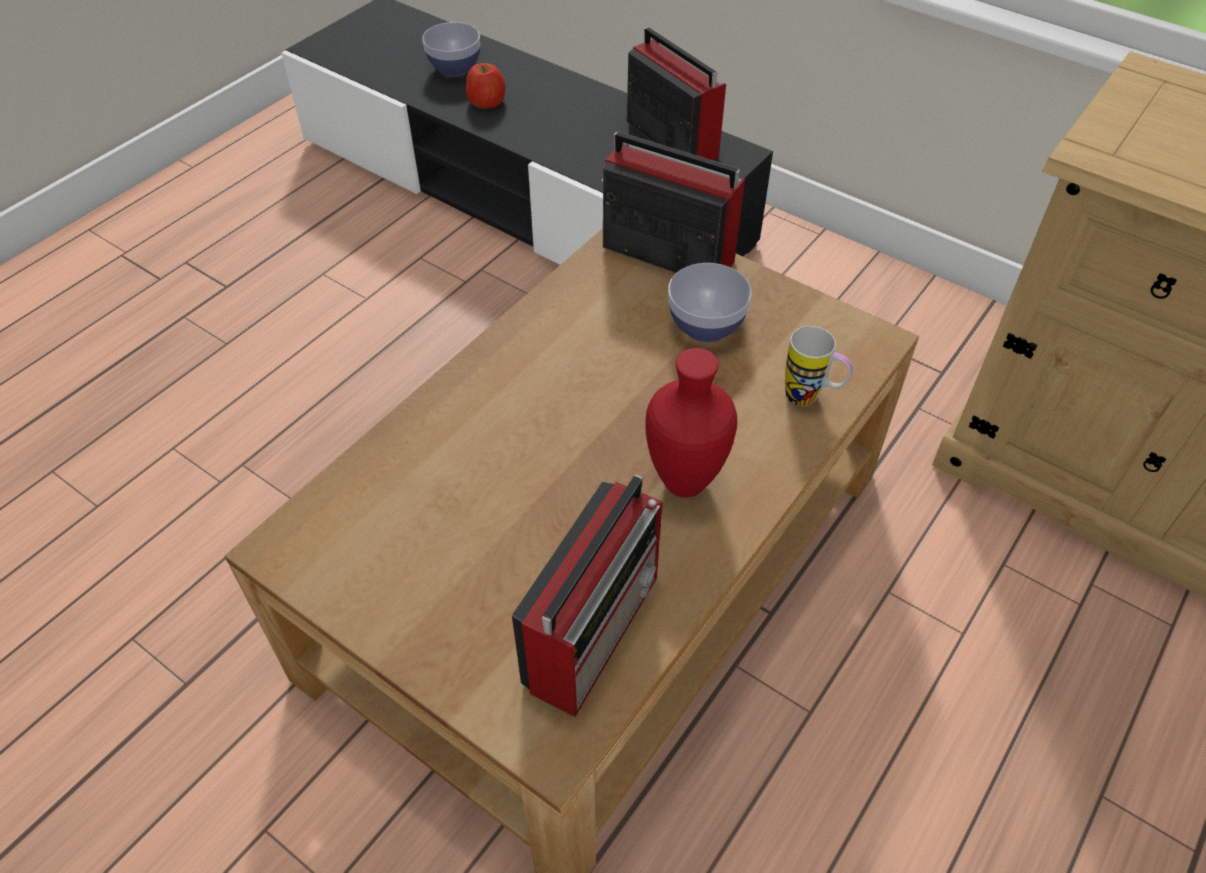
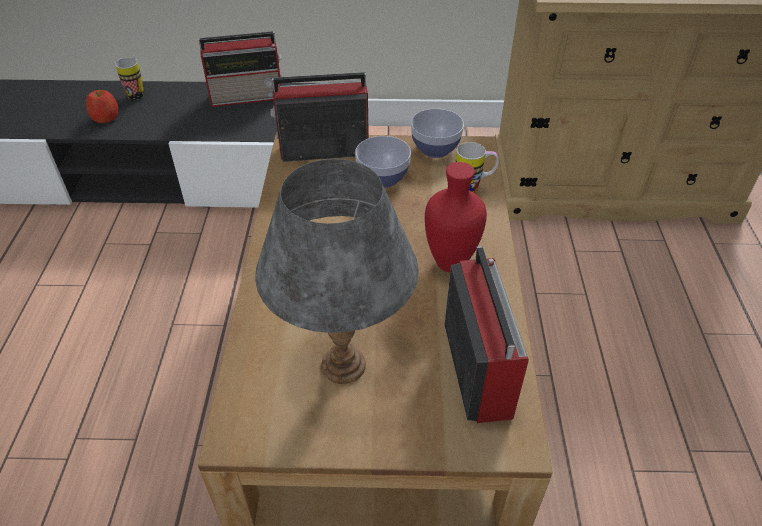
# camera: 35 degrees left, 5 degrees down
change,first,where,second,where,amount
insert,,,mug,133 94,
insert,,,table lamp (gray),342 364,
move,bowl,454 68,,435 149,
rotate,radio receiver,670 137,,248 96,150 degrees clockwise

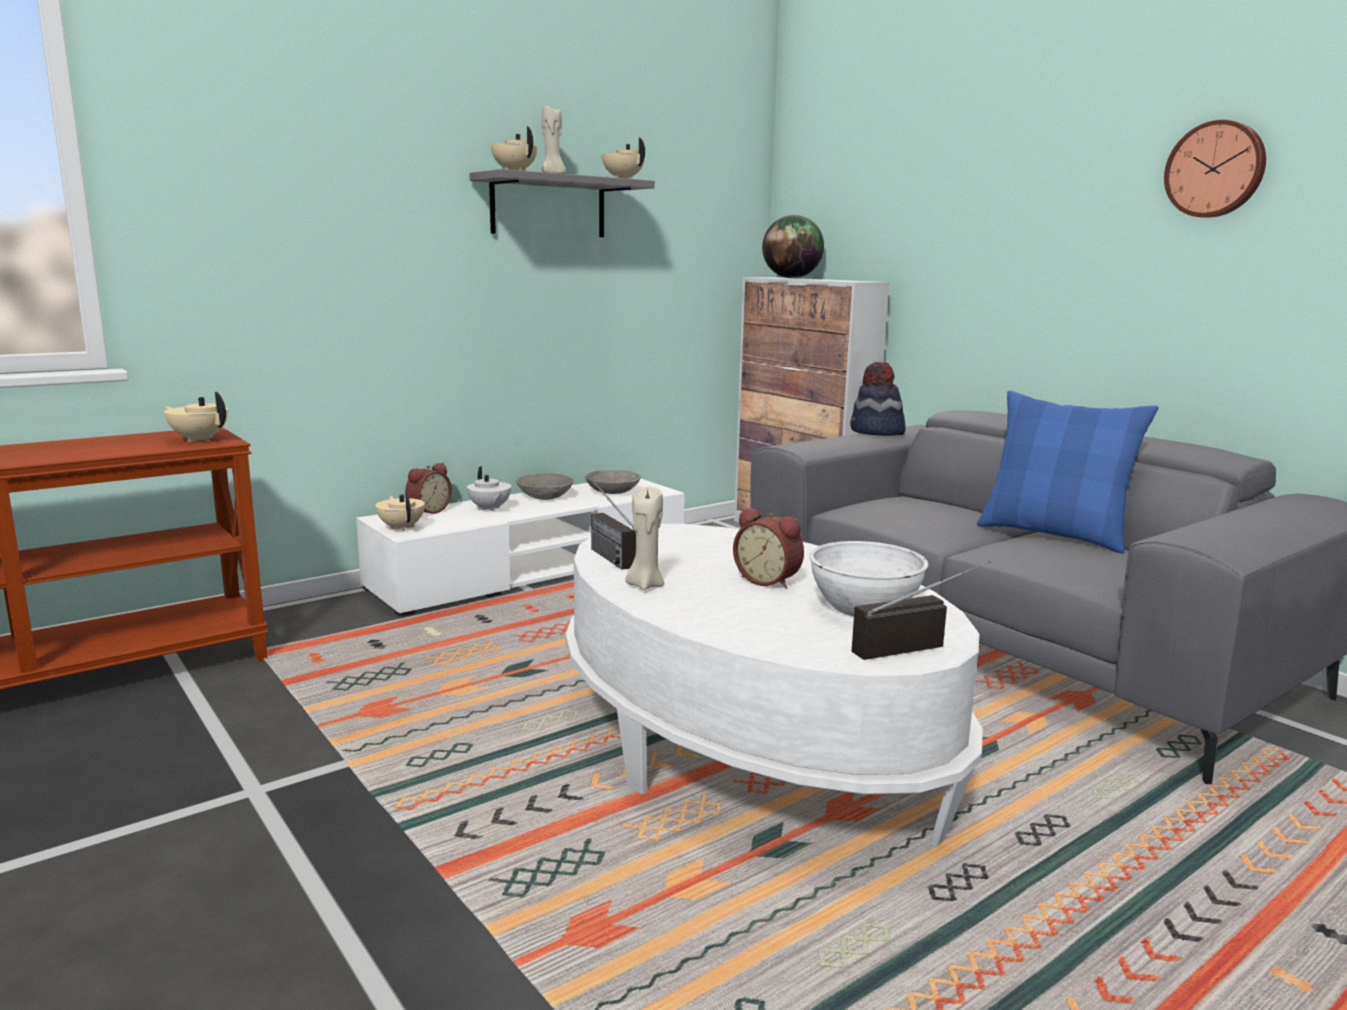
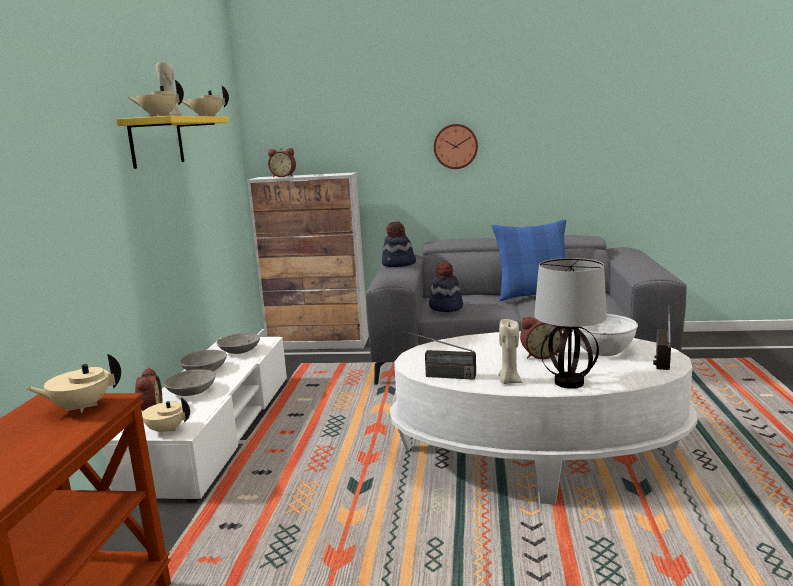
# camera: 45 degrees left, 0 degrees up
change,first,where,second,where,amount
insert,,,hat,445 307,
insert,,,table lamp,568 382,
move,clock on the wall,1216 169,,455 146,
replace,teapot (white),489 509,bowl (gray),191 392,
replace,desk globe,791 278,table clock,284 176,
recolor,shelf (gray),548 207,shelf (yellow),157 142,

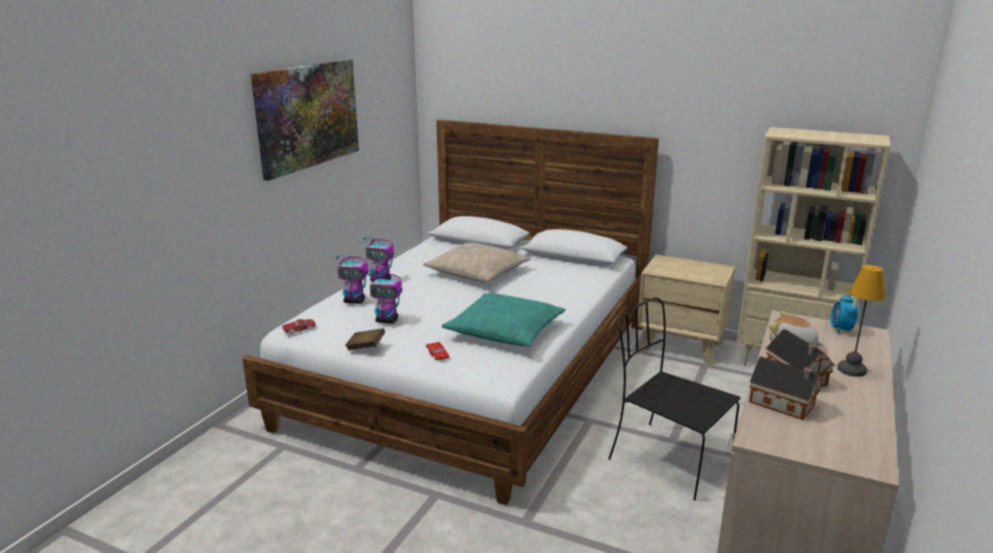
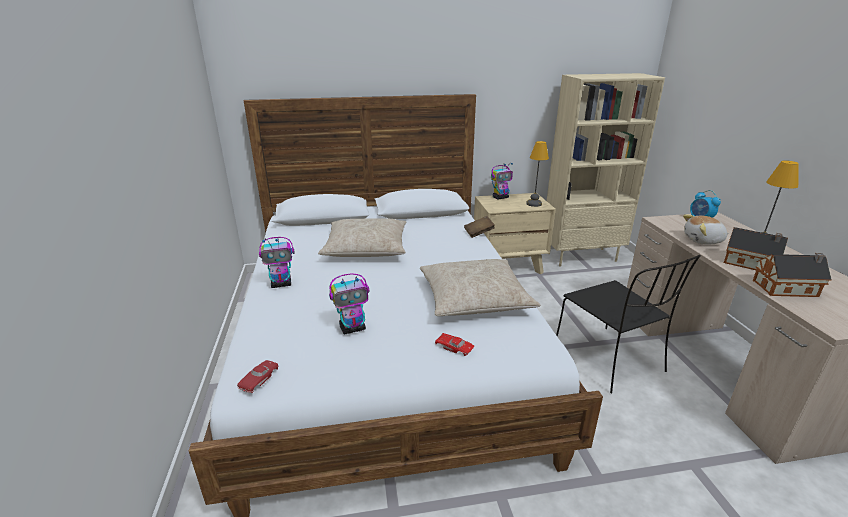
# camera: 35 degrees left, 5 degrees up
change,first,where,second,where,amount
delete,wall picture,308 116,,,
insert,,,table lamp,533 203,
move,model robot,355 301,,500 197,
move,volume (brown-coloured),365 347,,479 233,
recolor,throw pillow (turquoise),504 331,throw pillow (sand-coloured),474 298,
rotate,chair (blackish),667 458,,610 360,120 degrees counterclockwise

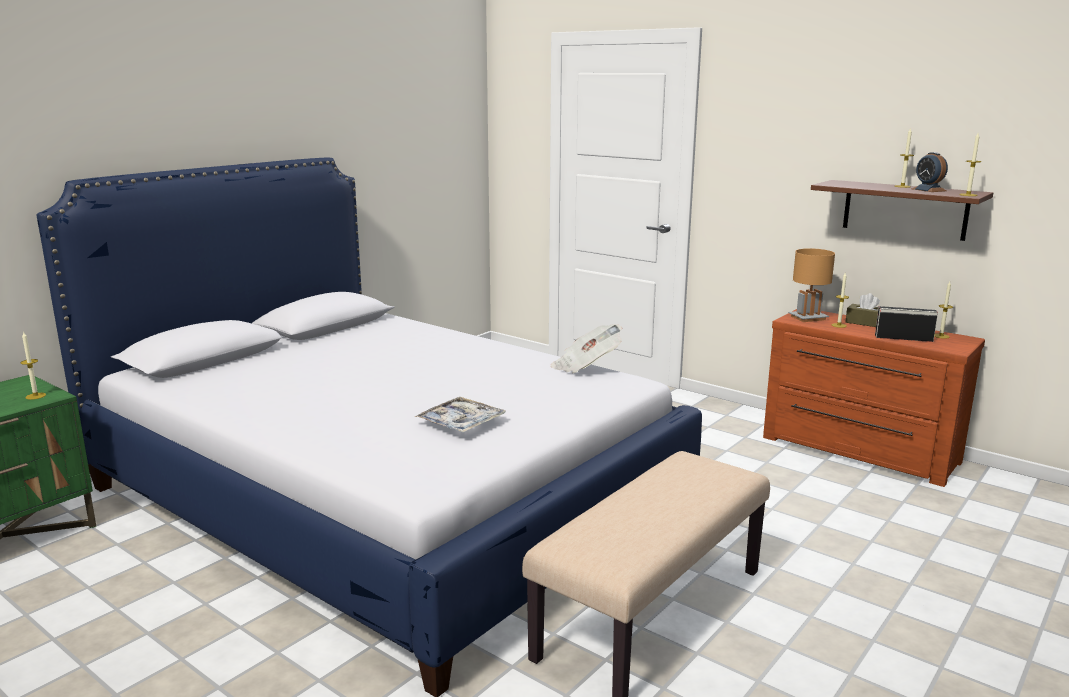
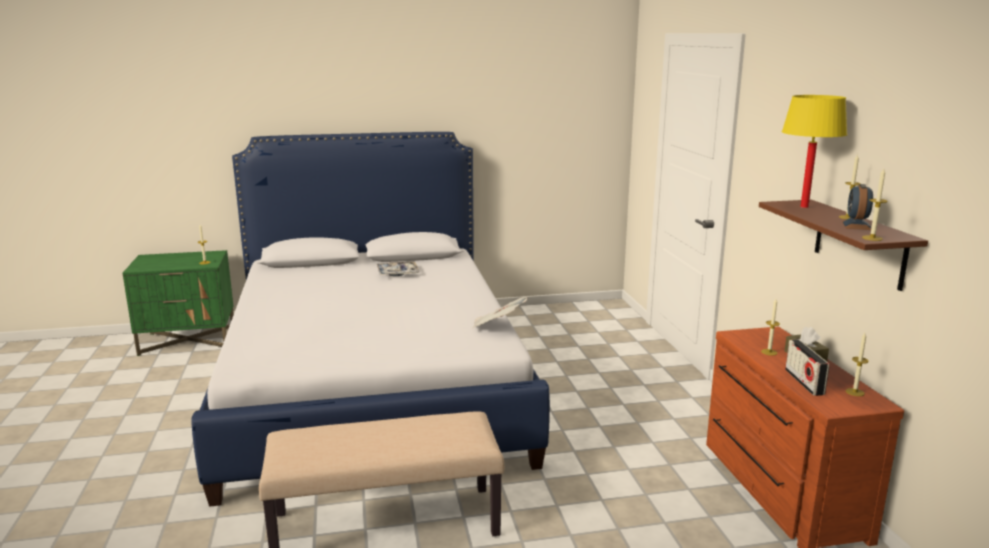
# camera: 40 degrees right, 0 degrees up
change,first,where,second,where,amount
delete,table lamp (brown-coloured),808 318,,,
insert,,,table lamp (yellow),804 207,
move,carrying tray,461 423,,397 273,
rotate,radio receiver,903 338,,804 382,150 degrees counterclockwise

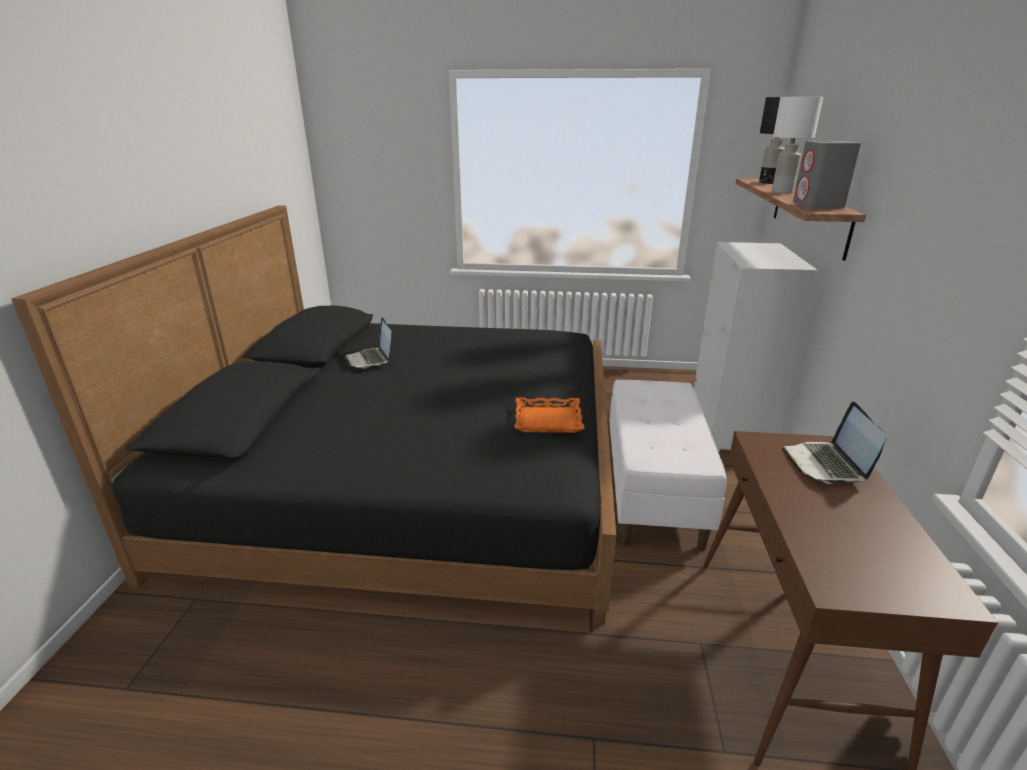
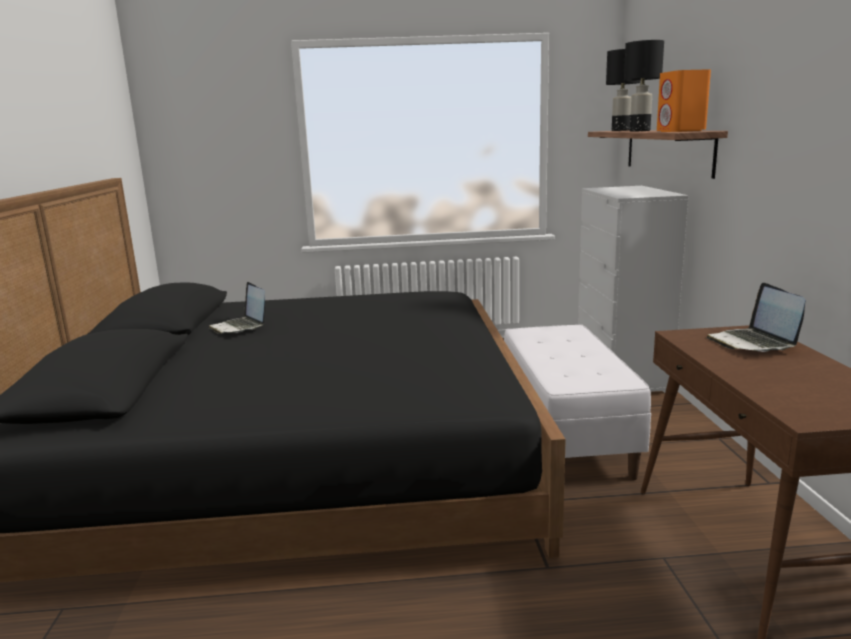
# camera: 10 degrees left, 10 degrees down
change,first,where,second,where,amount
delete,carrying tray (orangey),548 419,,,
recolor,table lamp (white),782 192,table lamp (blackish),639 131,
recolor,speaker (gray),818 205,speaker (orangey),681 131,

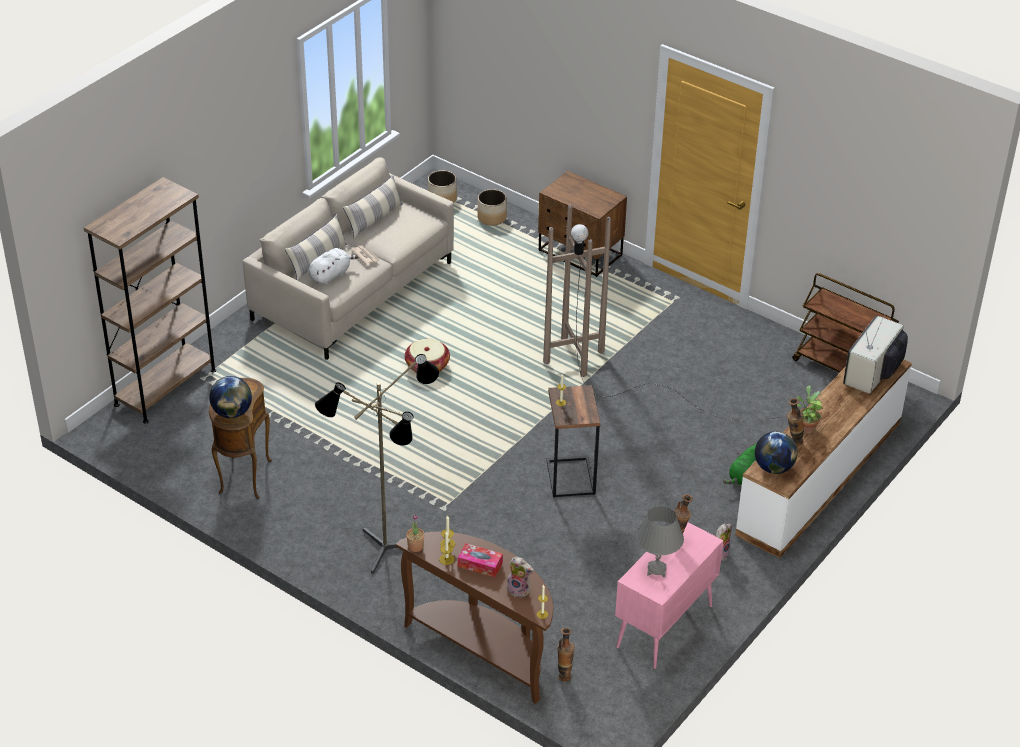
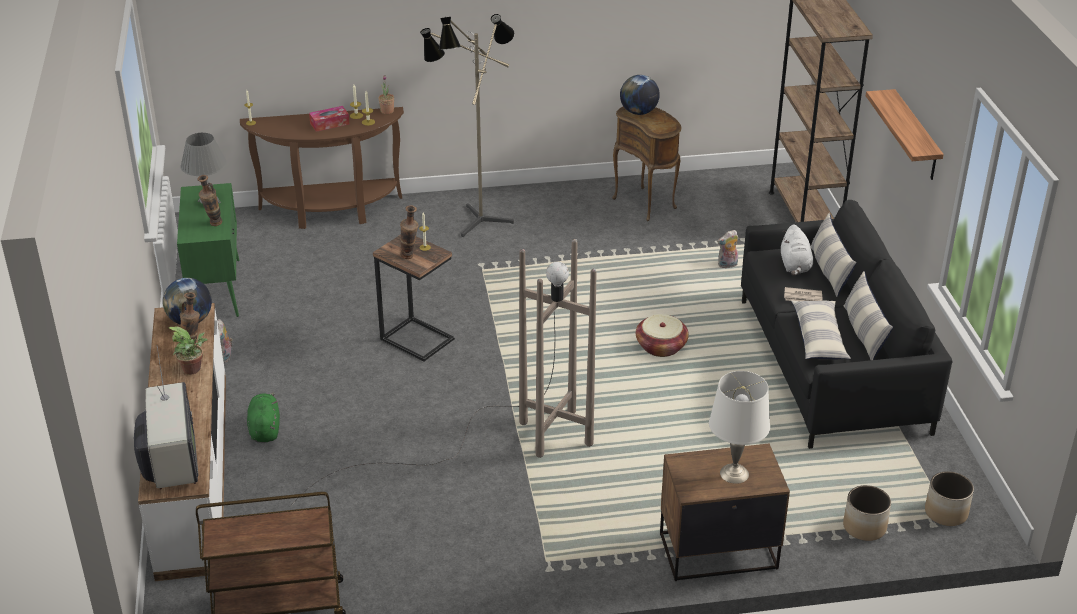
# camera: 135 degrees right, 5 degrees down
change,first,where,second,where,amount
insert,,,table lamp (white),734 473,
insert,,,throw pillow,819 338,
insert,,,shelf,915 136,
move,soft toy,519 589,,727 265,
move,vase,564 674,,410 258,
recolor,couch (sand-coloured),354 291,couch (blackish),831 365,
recolor,cupboard (pink-coloured),664 627,cupboard (green-coloured),216 289,

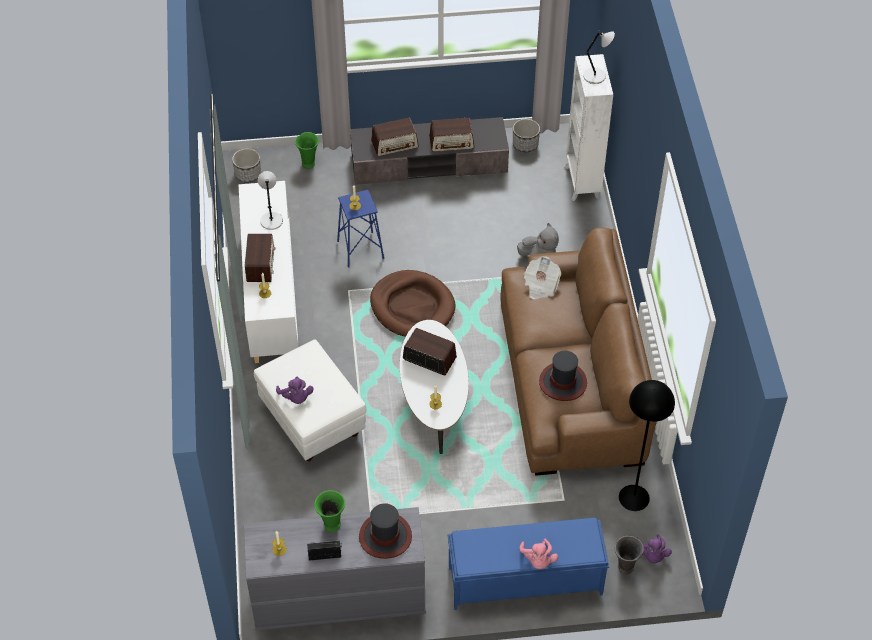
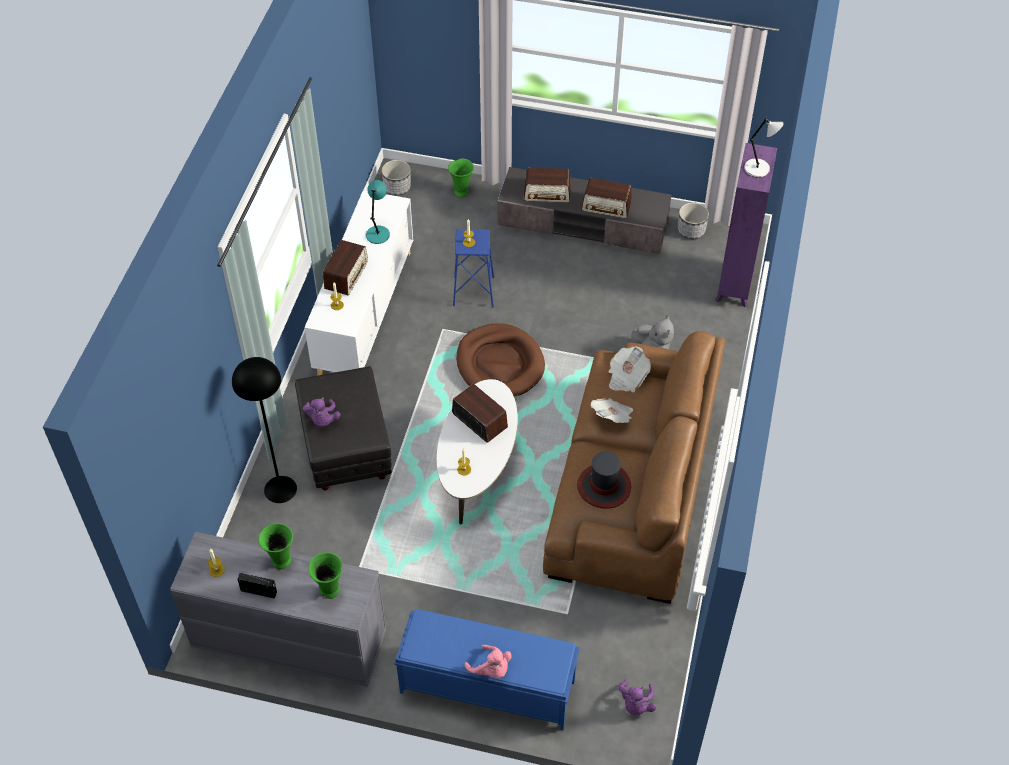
# camera: 20 degrees right, 0 degrees up
change,first,where,second,where,amount
delete,vase (gray),625 568,,,
insert,,,printed paper,612 417,
move,standard lamp (blackish),634 498,,280 489,
replace,hat,385 536,vase (green-coloured),330 591,
recolor,ottoman (white),311 420,ottoman (blackish),346 450,
recolor,table lamp (gray),271 220,table lamp (turquoise),378 234,
recolor,shelving unit (white),582 183,shelving unit (purplish),734 286,
rotate,soft toy (pink-coloured),538 560,,491 669,60 degrees counterclockwise

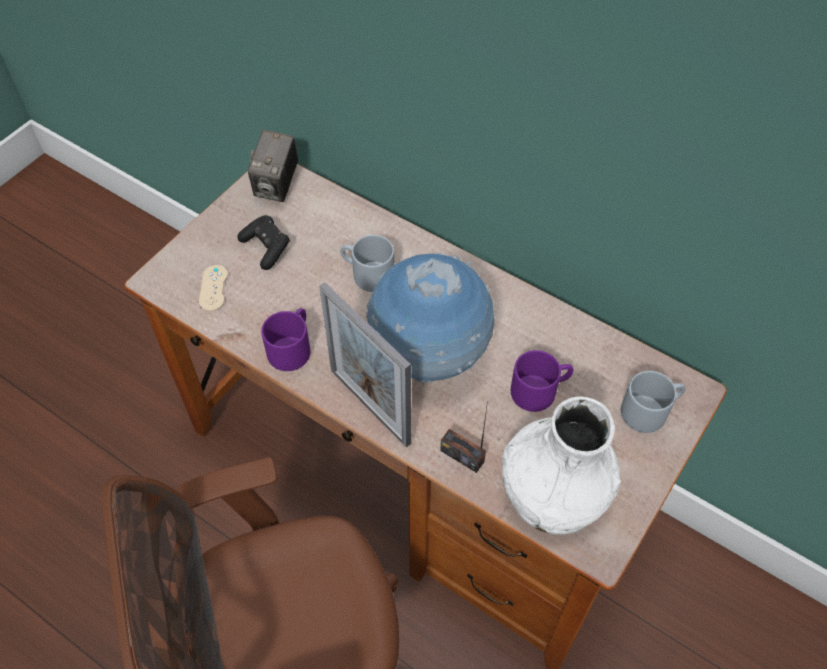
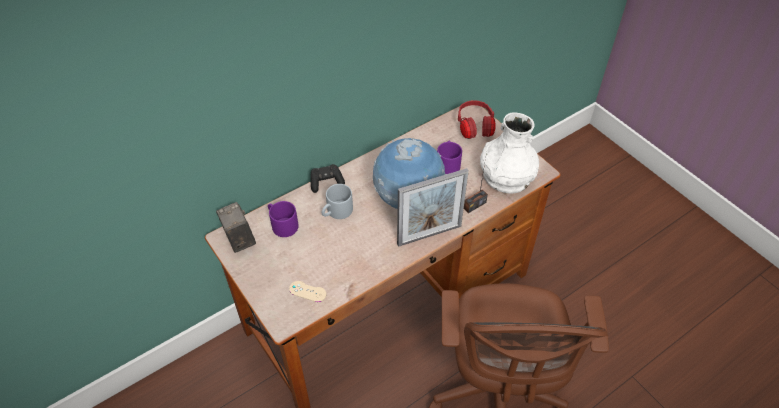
# camera: 70 degrees left, 5 degrees down
change,first,where,second,where,amount
move,joypad (blackish),266 248,,326 182,
move,mug (purplish),291 346,,281 224,
replace,mug (gray),650 409,headphones (red),475 128,
rotate,still camera,277 186,,239 239,150 degrees counterclockwise

